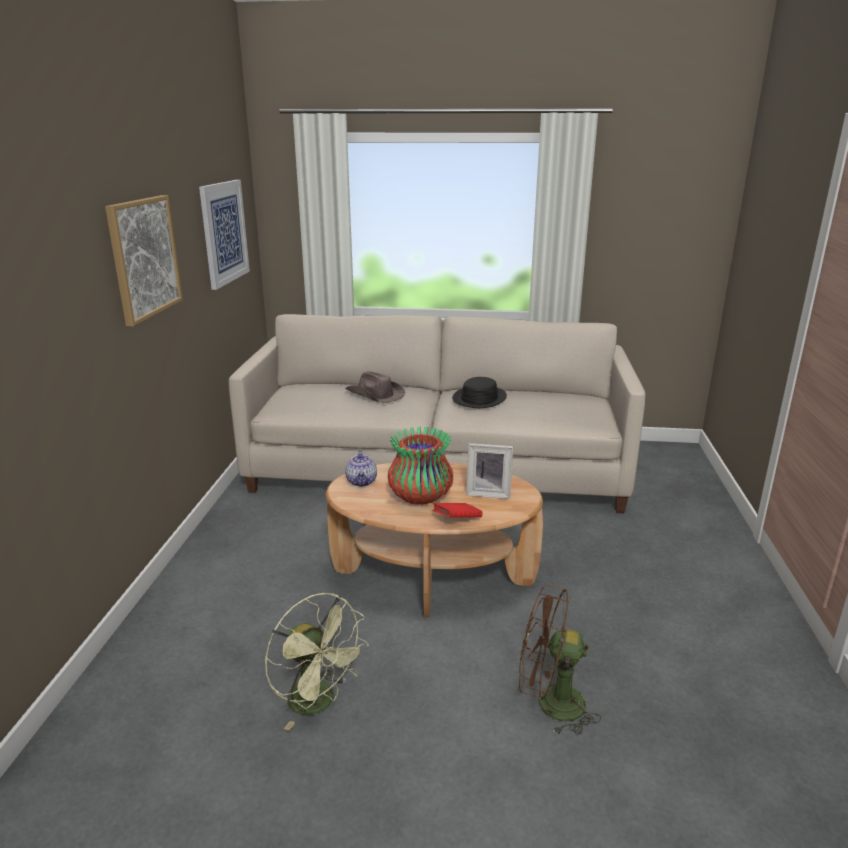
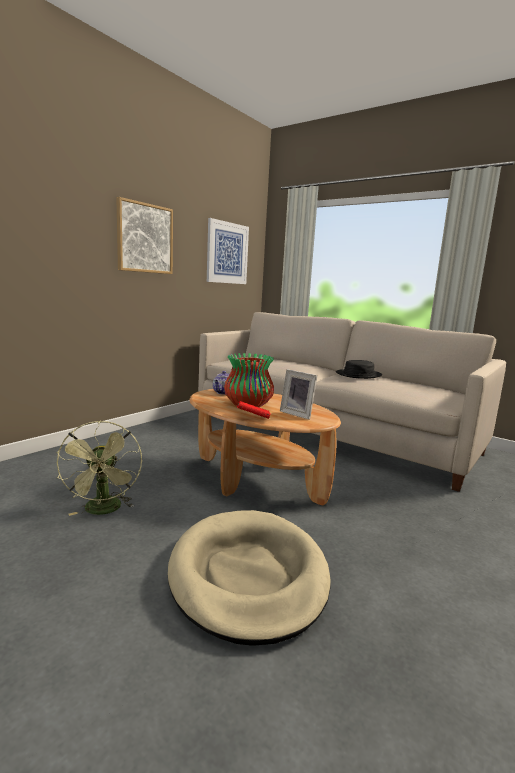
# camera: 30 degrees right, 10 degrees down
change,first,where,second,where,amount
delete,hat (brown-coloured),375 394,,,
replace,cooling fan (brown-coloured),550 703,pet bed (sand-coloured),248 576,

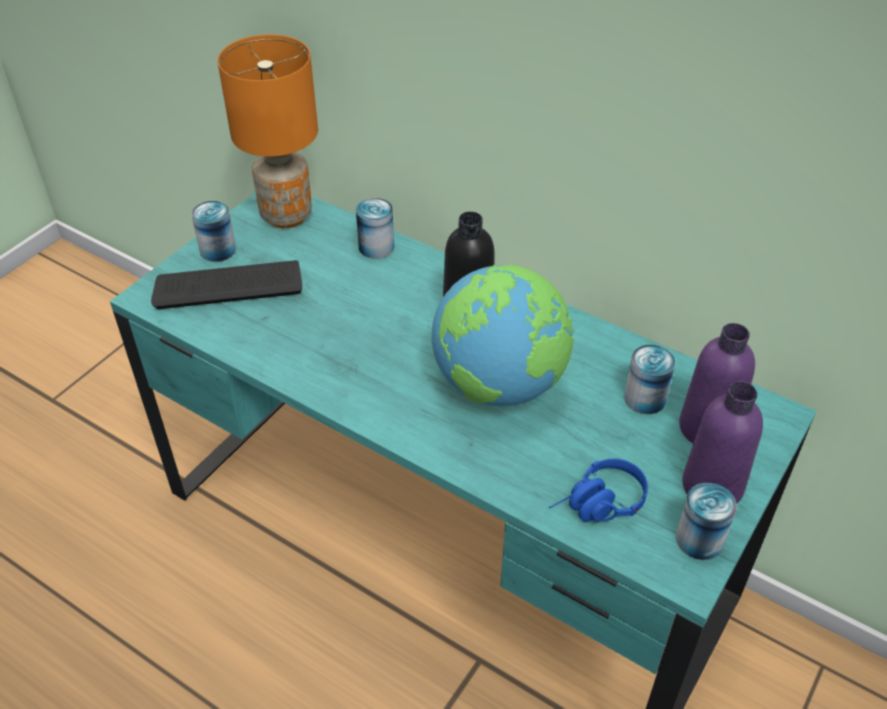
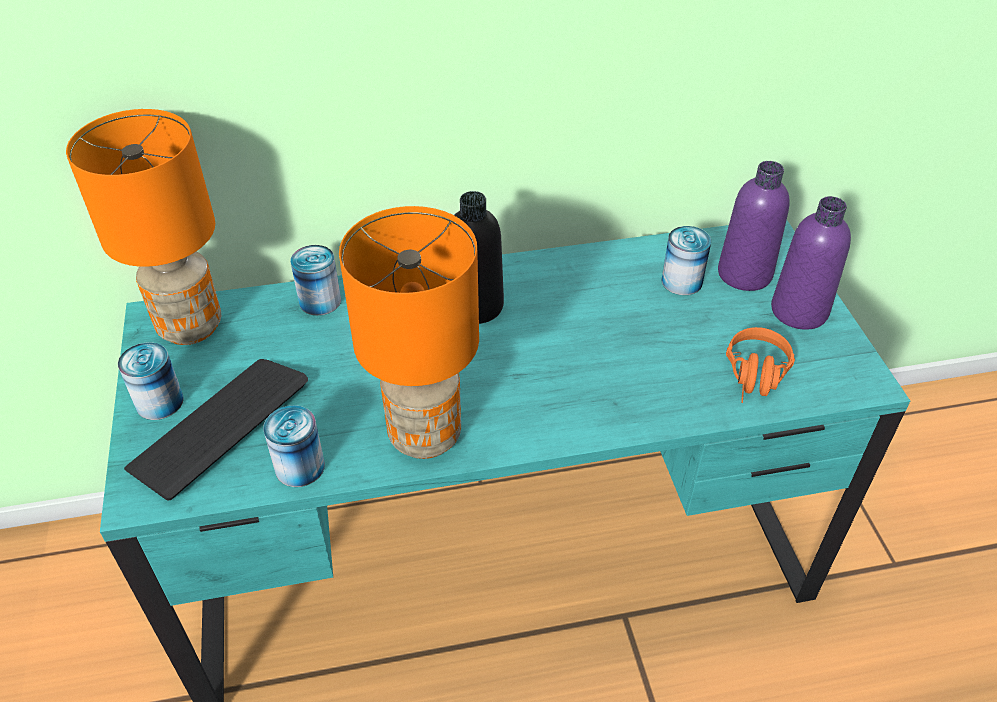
# camera: 45 degrees left, 0 degrees up
change,first,where,second,where,amount
delete,desk globe,500 385,,,
insert,,,table lamp (orangey),425 434,
move,sealed can,699 539,,300 467,
recolor,headphones (blue),597 506,headphones (orangey),755 379,

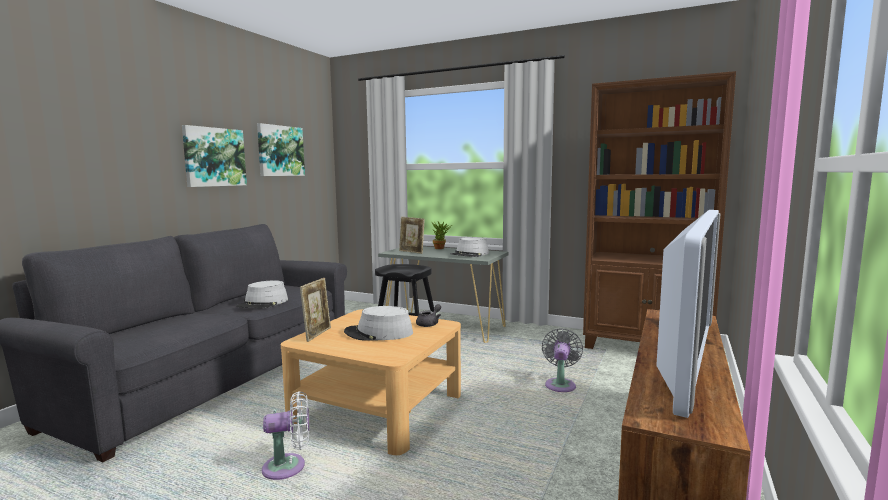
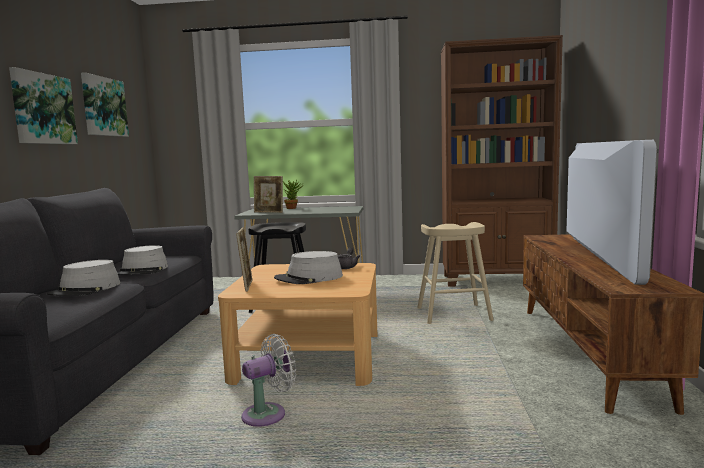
# camera: 20 degrees left, 0 degrees up
change,first,where,second,where,amount
move,hat (gray),470 254,,85 289,
replace,cooling fan (gray),560 384,stool seat (sand-coloured),454 314,

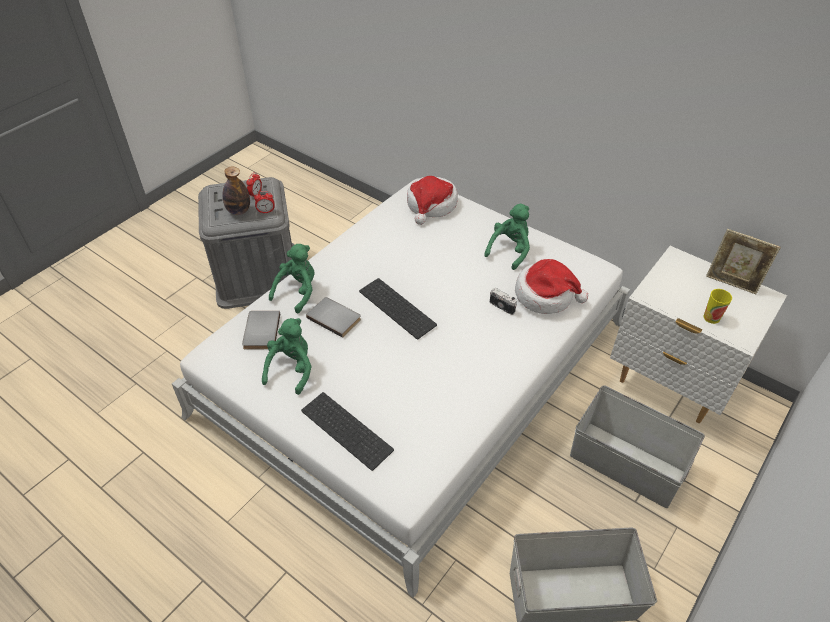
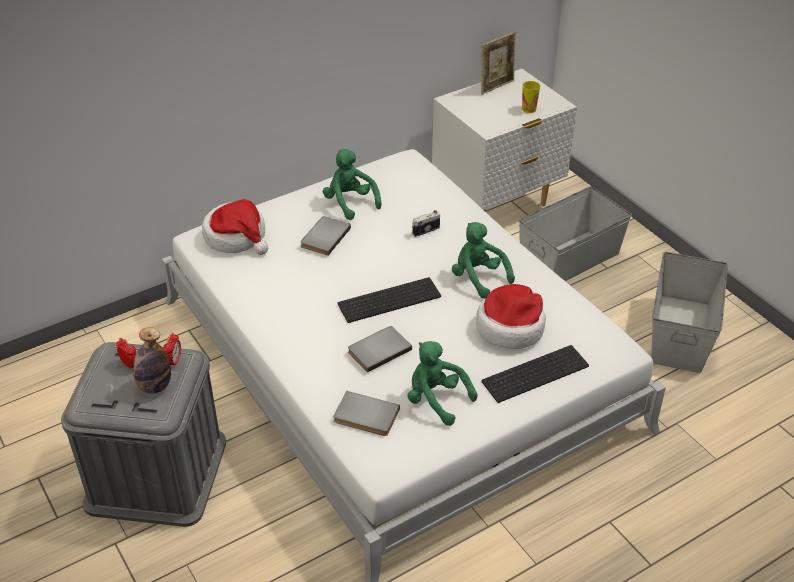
# camera: 70 degrees left, 5 degrees down
change,first,where,second,where,amount
insert,,,volume (gray),324 237,
move,soft toy (green-coloured),298 291,,478 278,
move,hat,545 295,,511 327,

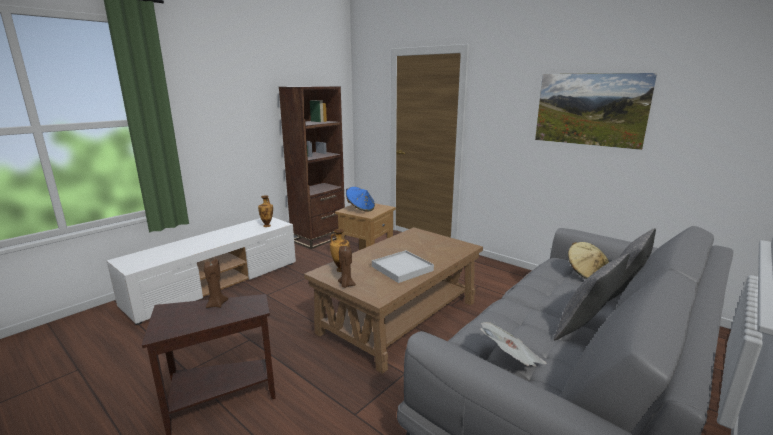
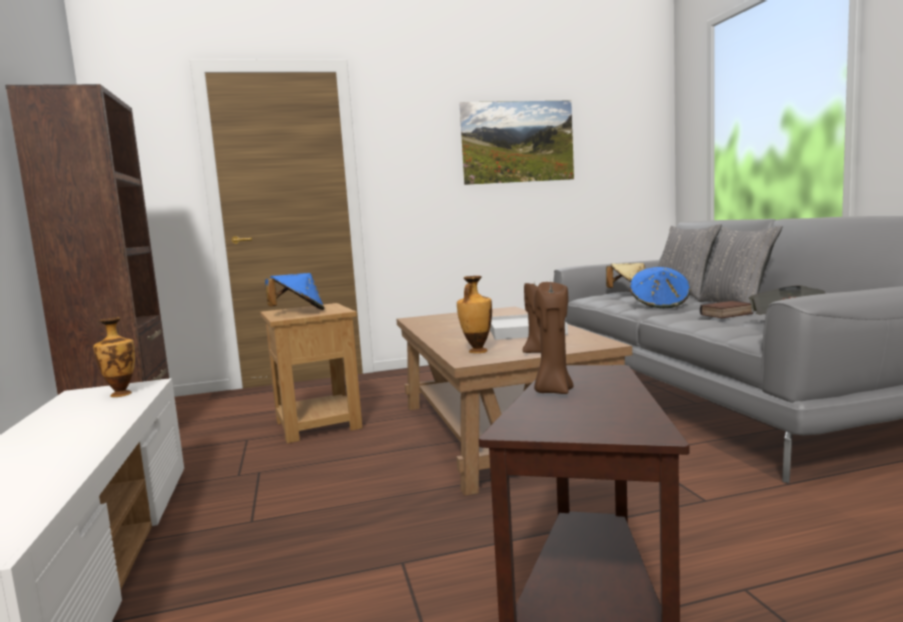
# camera: 55 degrees left, 10 degrees down
change,first,where,second,where,amount
insert,,,hat (blue),660 305,
insert,,,volume,727 314,

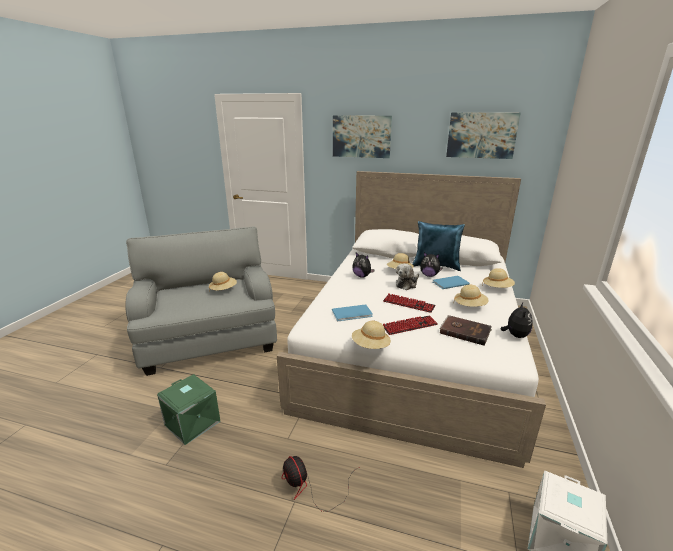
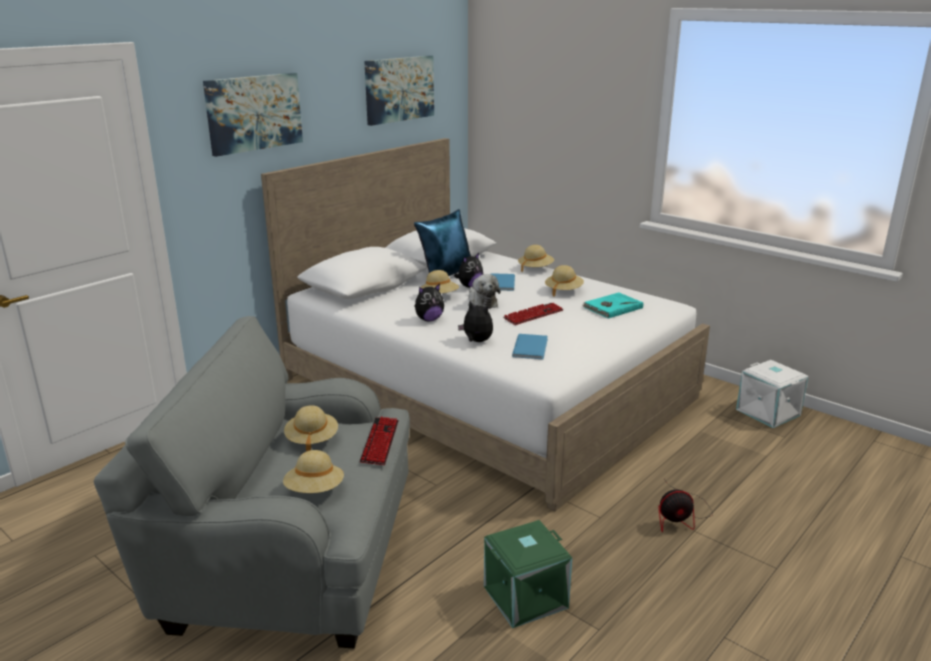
# camera: 65 degrees left, 0 degrees up
change,first,where,second,where,amount
move,hat (sand-coloured),370 346,,315 490,
move,PC keyboard,409 326,,380 442,
move,soft toy,515 335,,476 341,
recolor,volume (brown-coloured),465 331,volume (turquoise),612 307,

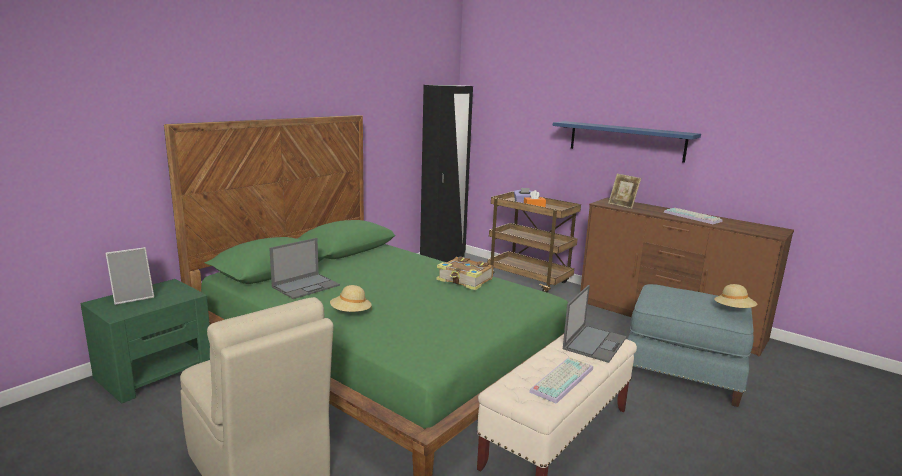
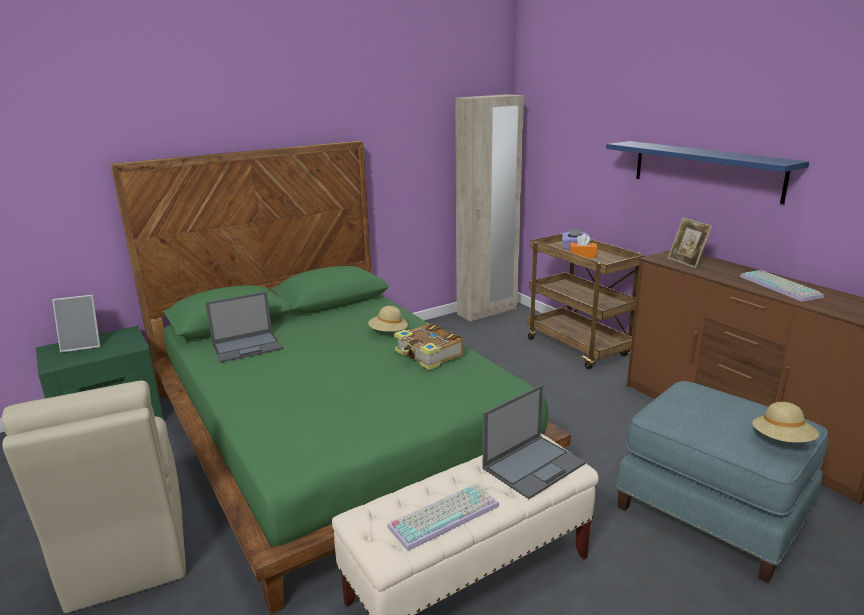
# camera: 20 degrees right, 5 degrees up
change,first,where,second,where,amount
move,hat (sand-coloured),351 313,,388 333,
recolor,clothes cupboard (blackish),443 259,clothes cupboard (sand-coloured),487 311,

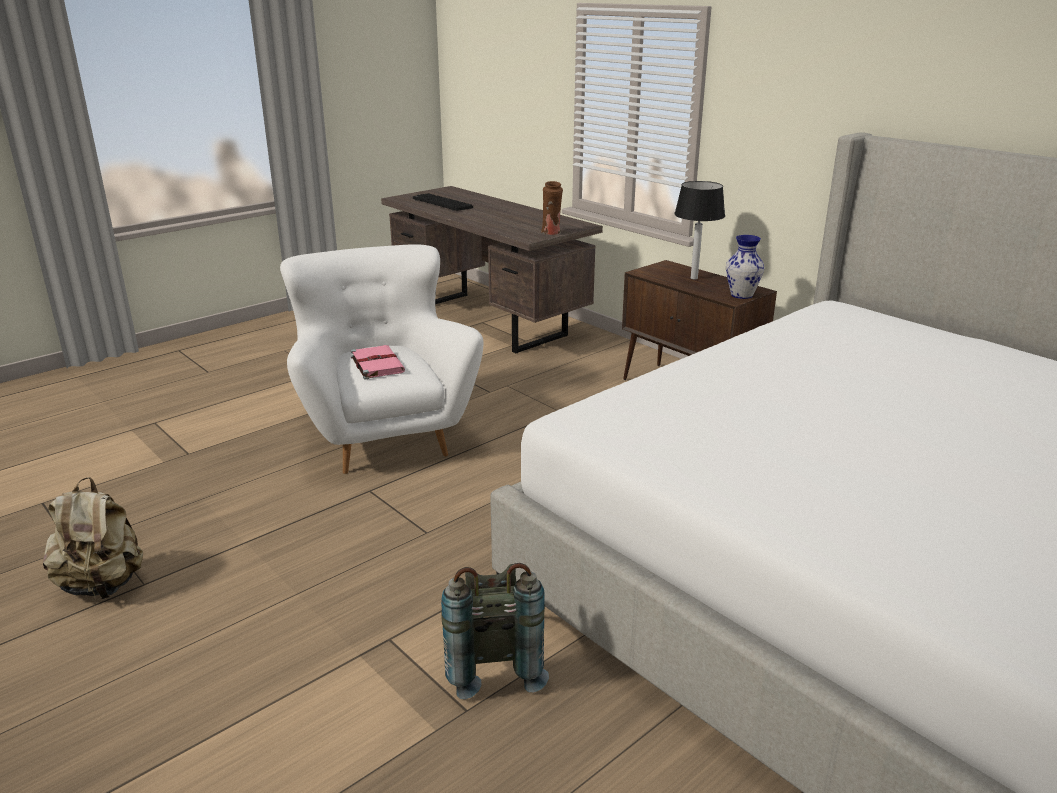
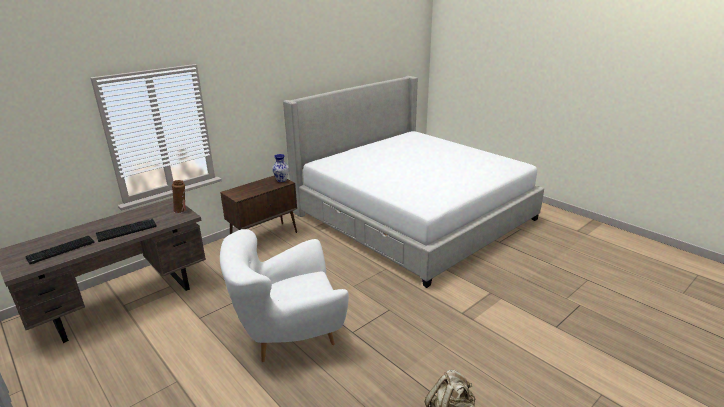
# camera: 90 degrees left, 0 degrees up
change,first,where,second,where,amount
delete,volume (pink-coloured),376 364,,,
delete,knapsack (gray),491 664,,,
delete,table lamp,693 278,,,
insert,,,PC keyboard,127 230,

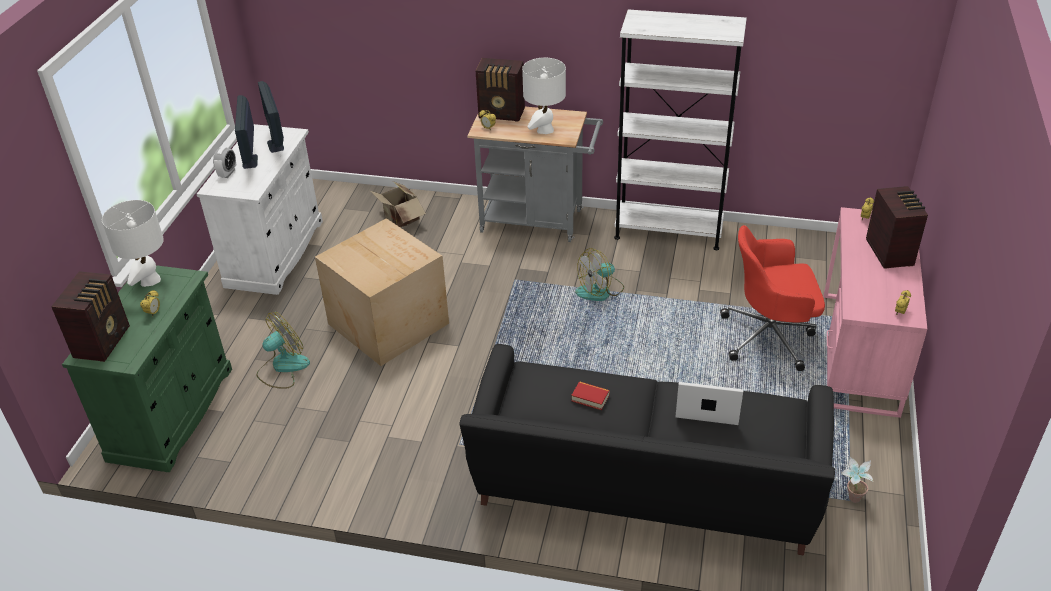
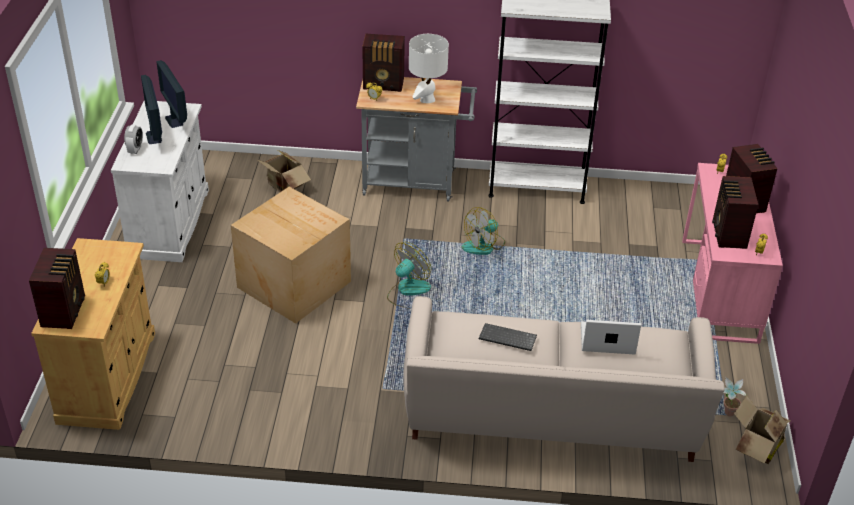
# camera: 10 degrees left, 0 degrees up
change,first,where,second,where,amount
delete,table lamp (white),150 280,,,
delete,computer chair (red),770 337,,,
insert,,,radio receiver,728 235,
insert,,,packing box,755 447,
move,cooling fan,282 367,,408 292,
replace,volume,590 398,PC keyboard,506 339,
recolor,cupboard (green-coloured),172 413,cupboard (sand-coloured),108 377,
recolor,couch (blackish),644 488,couch (sand-coloured),552 416,

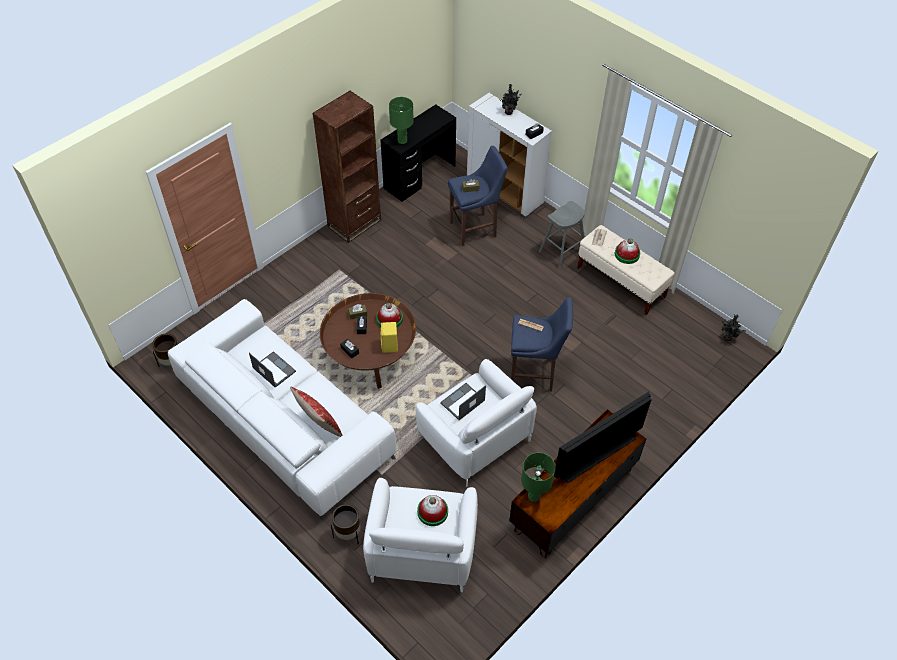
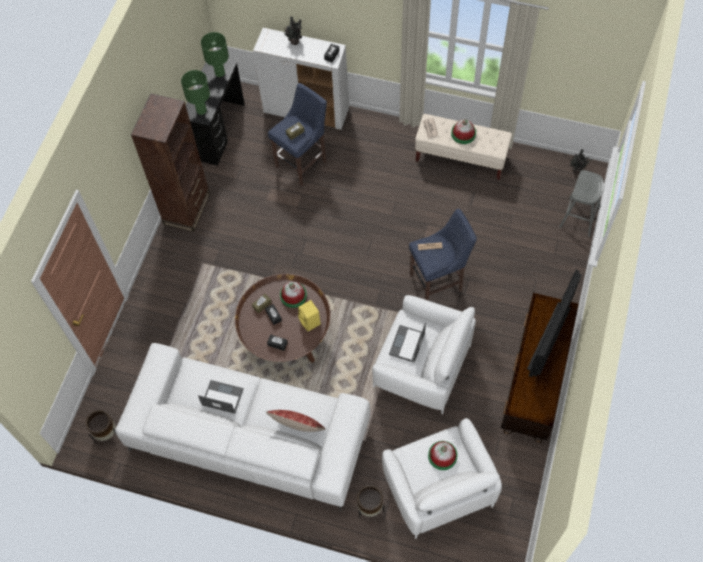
# camera: 25 degrees left, 10 degrees up
change,first,where,second,where,amount
move,table lamp (green-coloured),534 496,,220 73,
move,stool seat (gray),562 251,,579 216,

